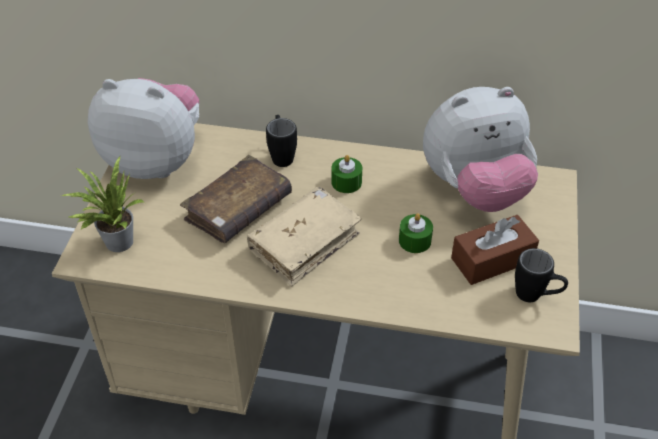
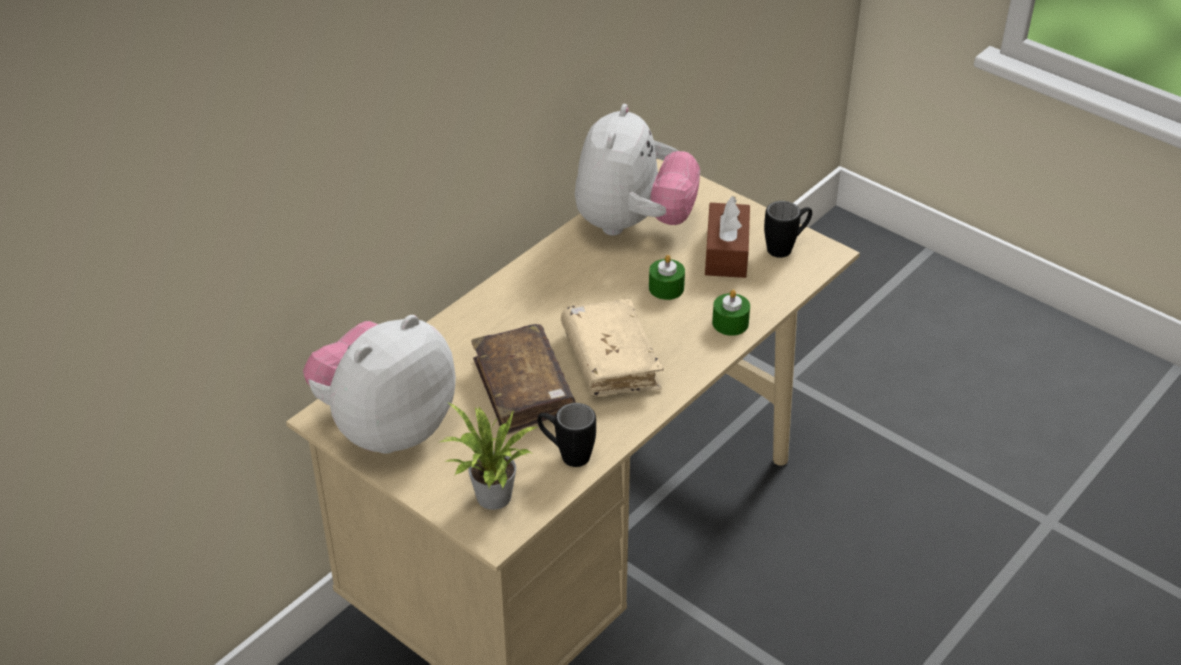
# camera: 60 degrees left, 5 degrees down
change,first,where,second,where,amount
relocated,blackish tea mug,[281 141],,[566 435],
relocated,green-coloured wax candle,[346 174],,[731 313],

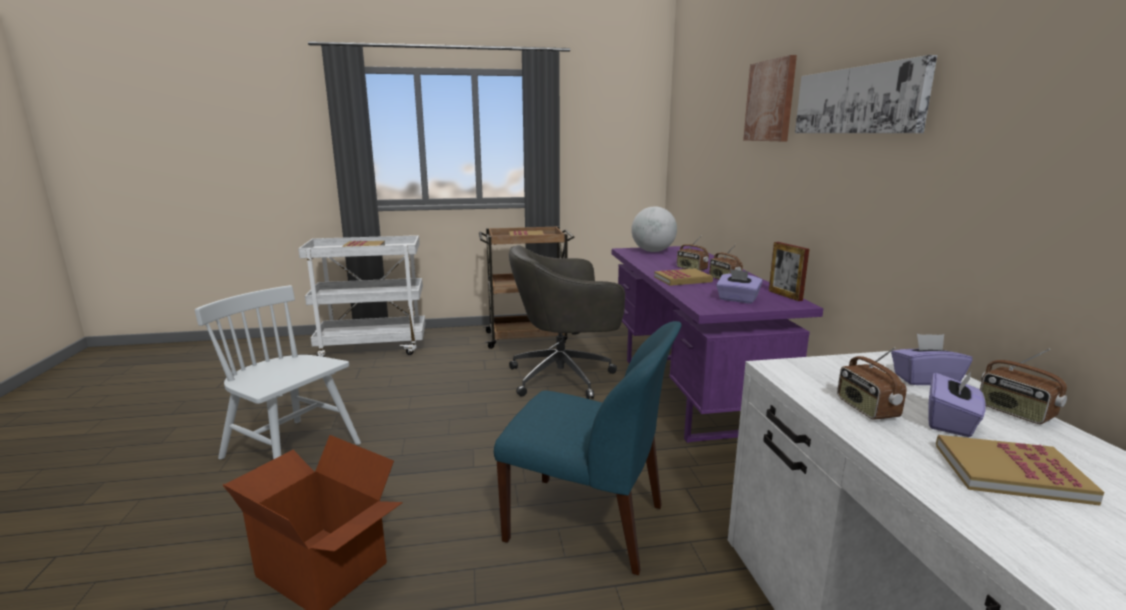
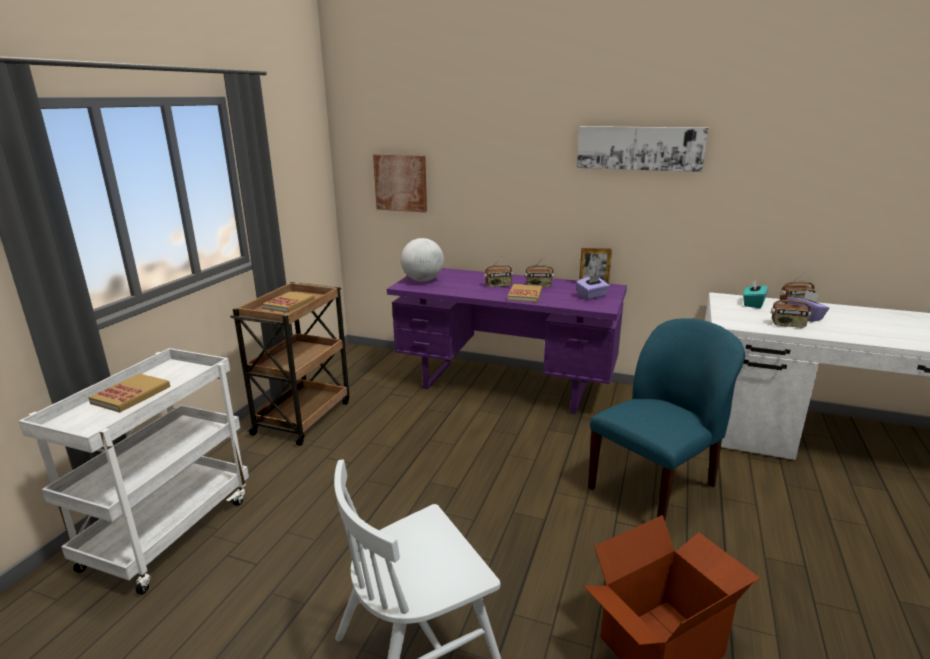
# camera: 60 degrees left, 5 degrees up
change,first,where,second,where,amount
missing,gray computer chair,[567 322],,,
missing,volume,[1020 470],,,
relocated,picture,[770 98],,[400 183],
colour,purplish tissue holder,[932 359],blue-green tissue holder,[755 293],

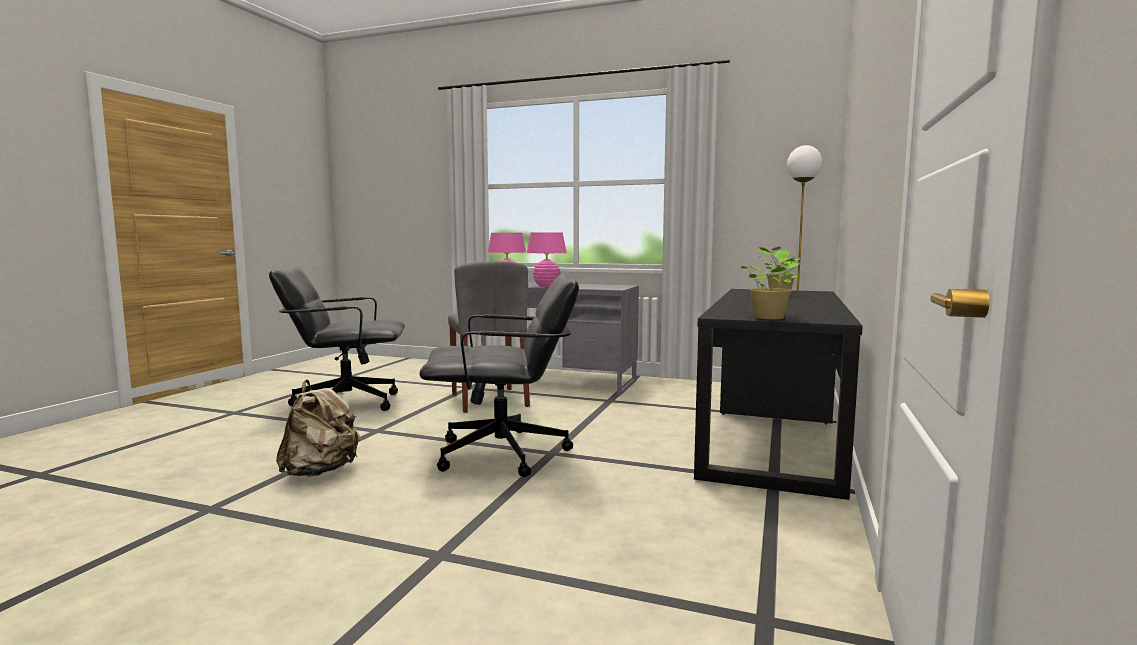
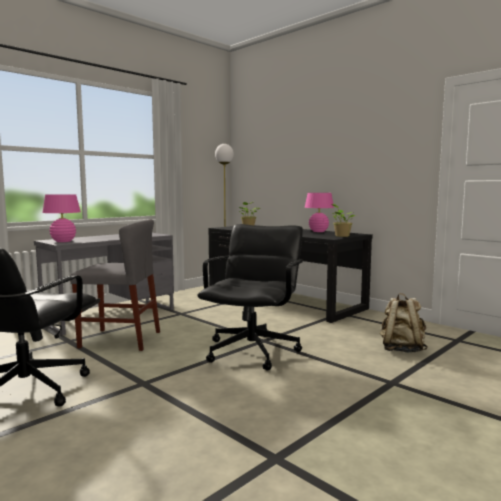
# camera: 65 degrees left, 0 degrees up
change,first,where,second,where,amount
relocated,beige backpack,[318 428],,[404 323],
relocated,pink lamp for a table,[547 259],,[319 212],

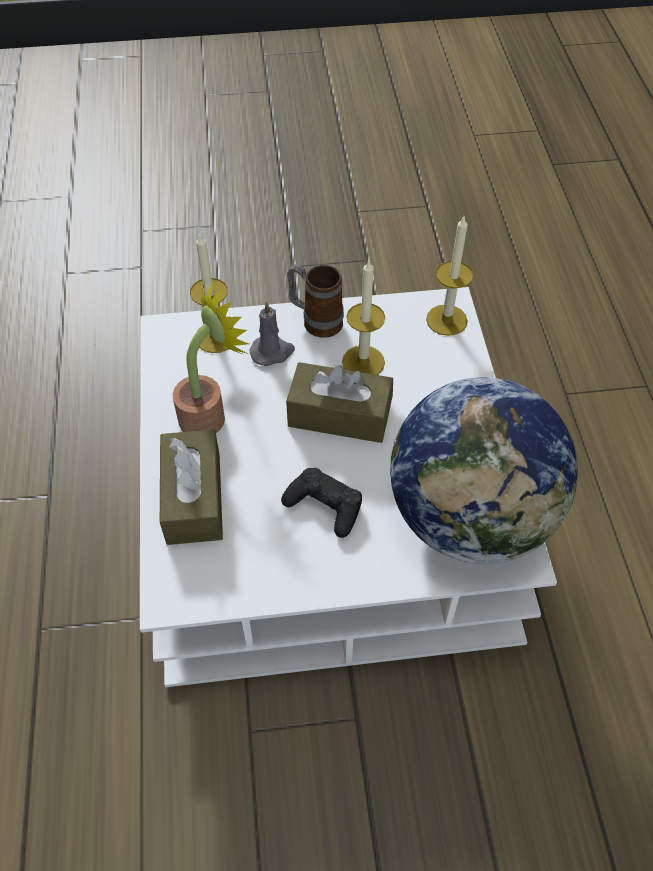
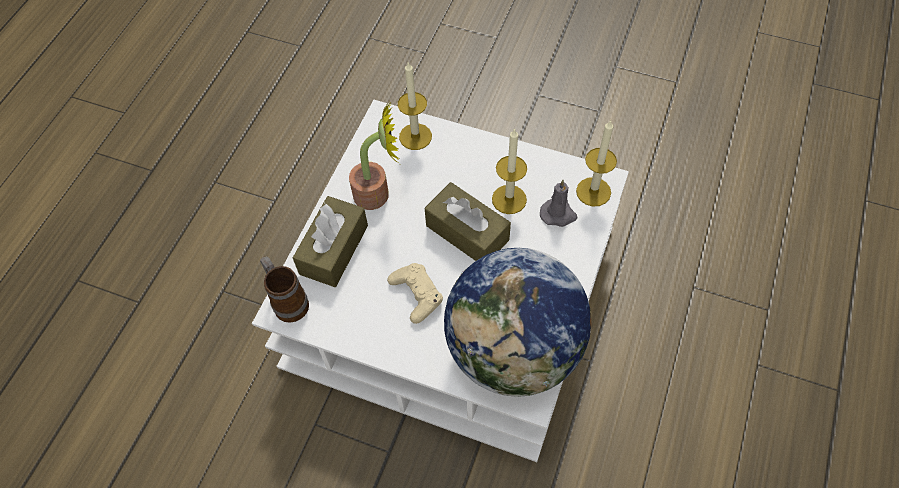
# camera: 30 degrees right, 5 degrees up
change,first,where,second,where,amount
relocated,gray wax candle,[272 333],,[559 203],
relocated,tea mug,[315 301],,[284 289],
colour,blackish gamepad,[321 503],beige gamepad,[415 293],

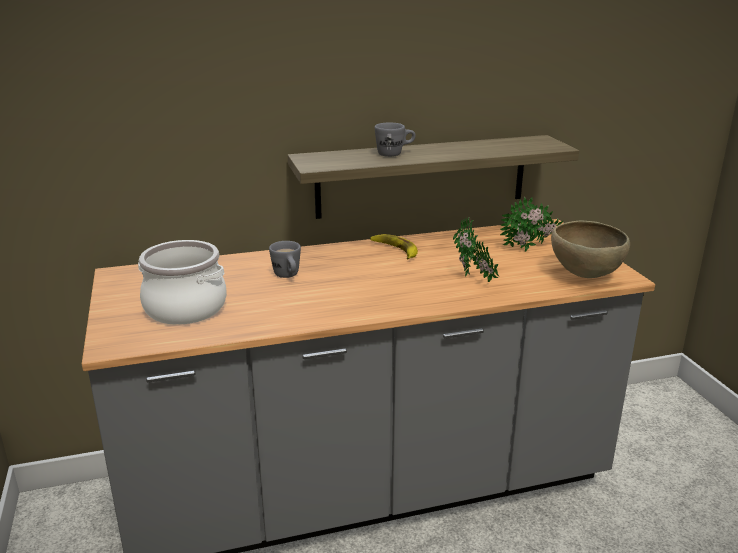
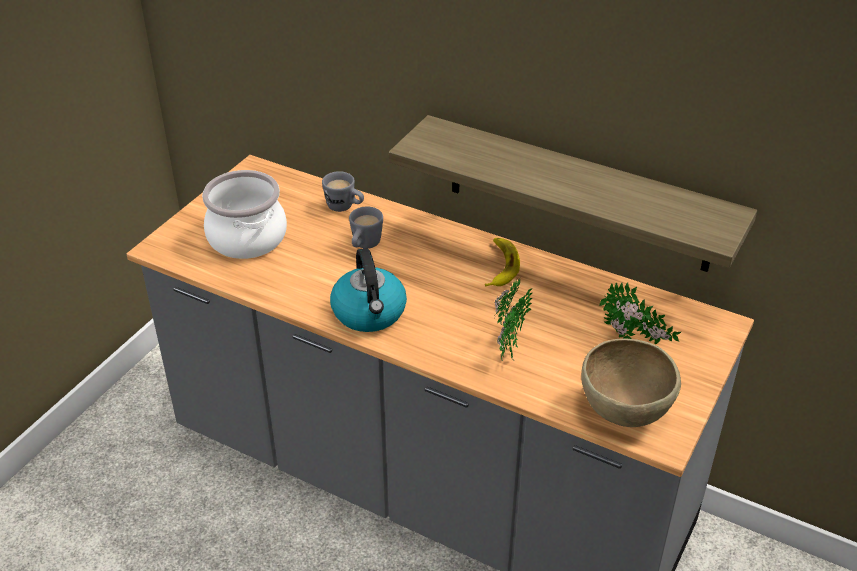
# camera: 45 degrees right, 15 degrees up
change,first,where,second,where,amount
appeared,,,tea kettle,[368 290],
relocated,gray tea mug,[395 140],,[343 191],

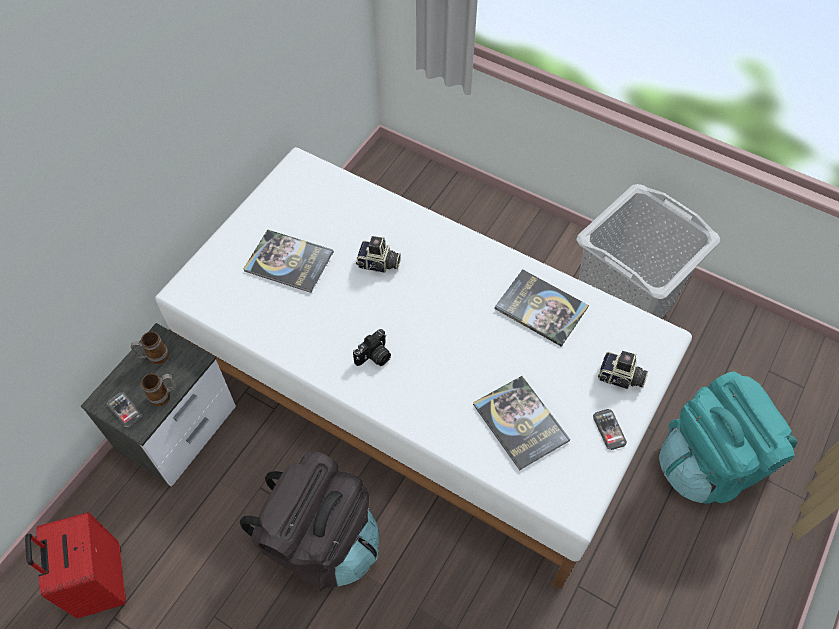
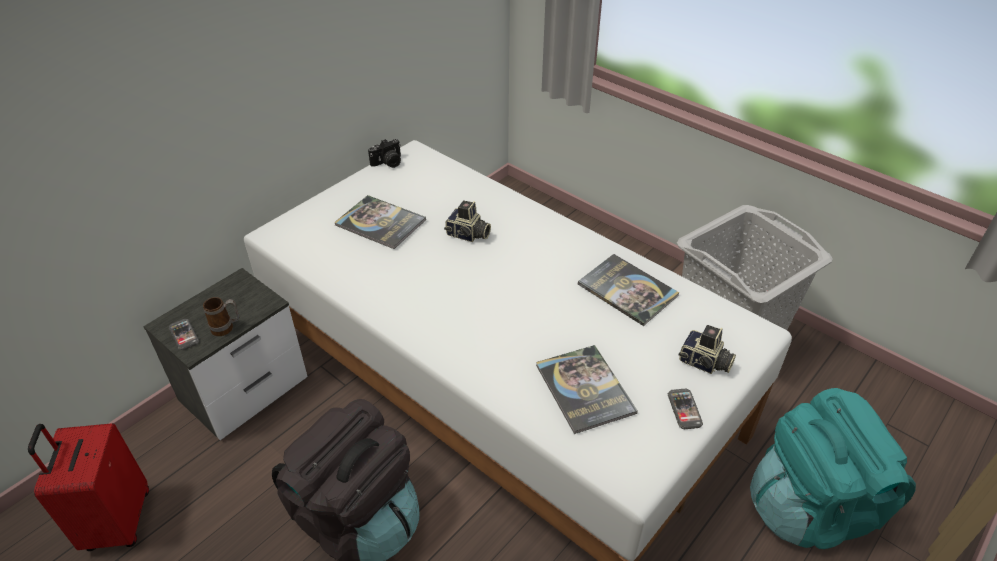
# camera: 10 degrees right, 15 degrees down
change,first,where,second,where,amount
missing,tea mug,[150 348],,,
relocated,still camera,[372 347],,[384 153],

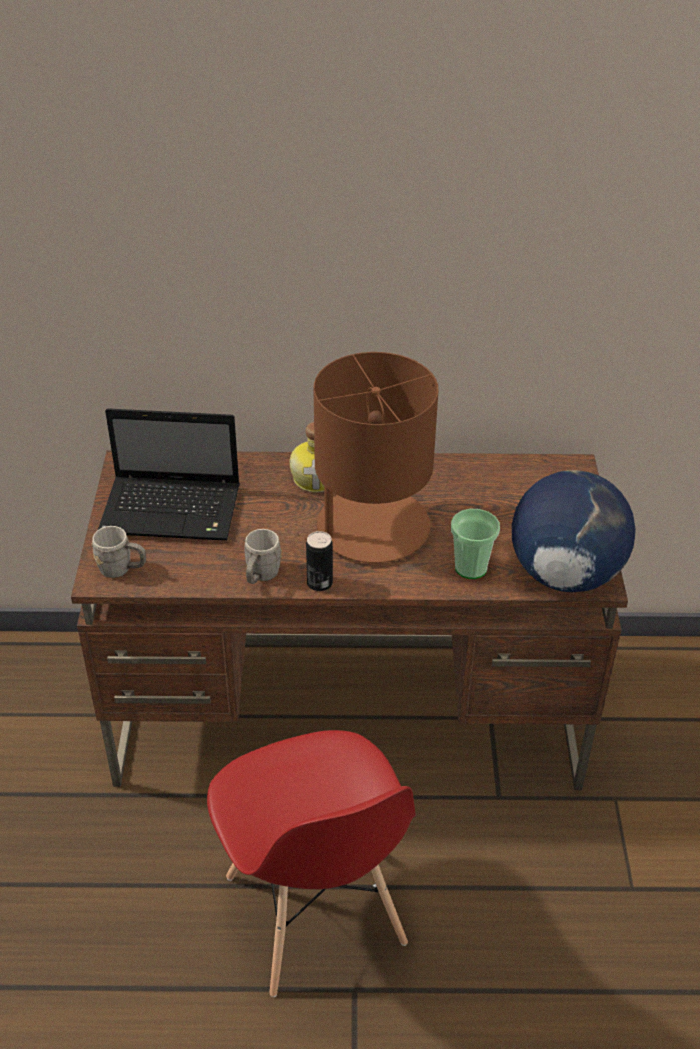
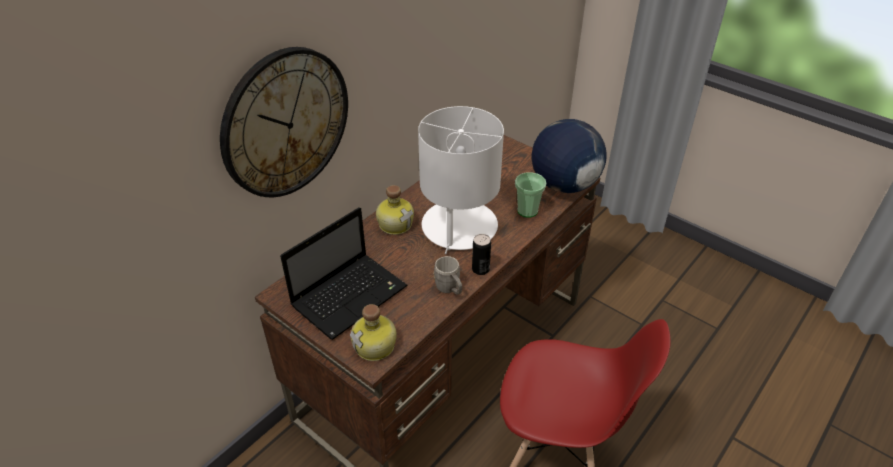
# camera: 50 degrees left, 0 degrees up
change,first,where,second,where,amount
appeared,,,hanging clock,[284 122],
exchanged,gray tea mug,[119 552],drink bottle,[373 332],
colour,brown-coloured lamp for a table,[371 457],white lamp for a table,[461 180],

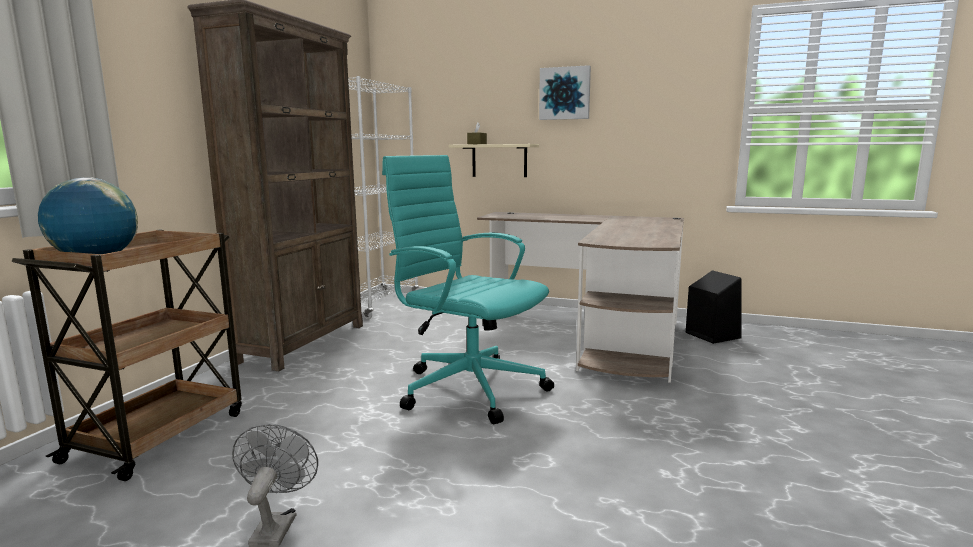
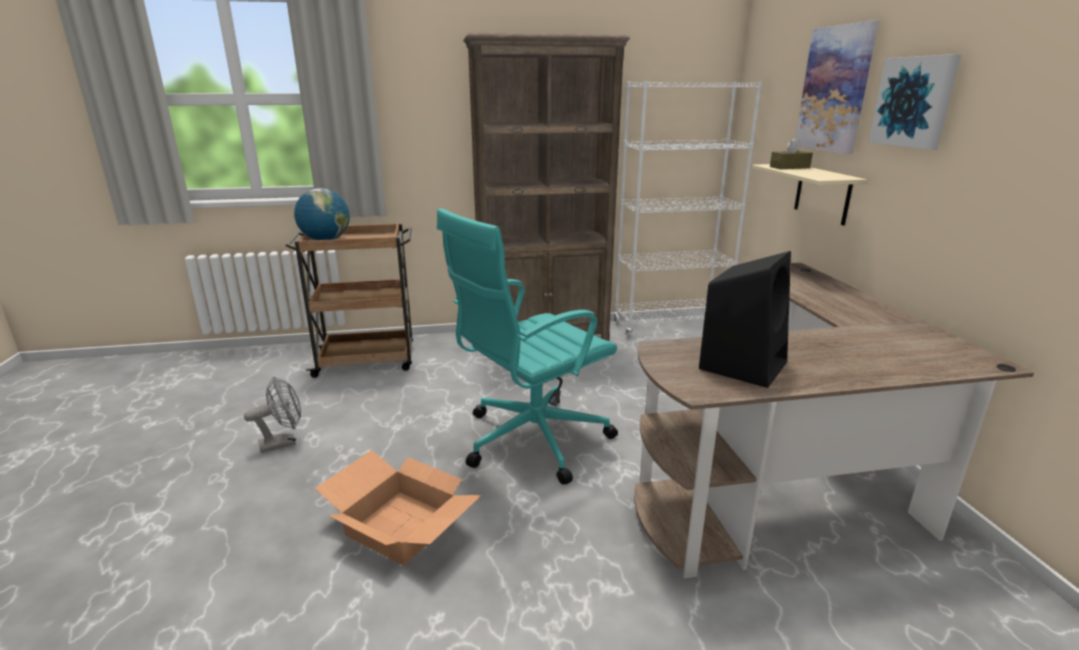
# camera: 60 degrees right, 10 degrees up
change,first,where,second,where,amount
appeared,,,cardboard box,[398 508],
appeared,,,picture,[837 87],
relocated,blackish speaker,[714 307],,[745 319],
spun,blue-green computer chair,[468 289],,[527 346],135 degrees counterclockwise

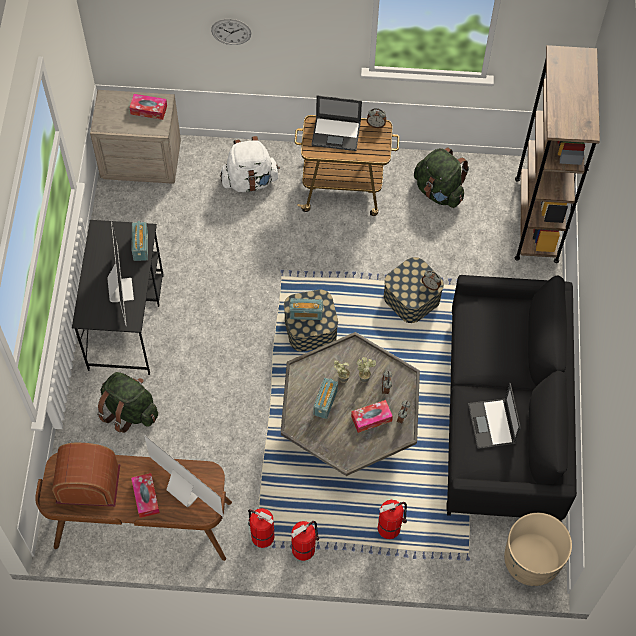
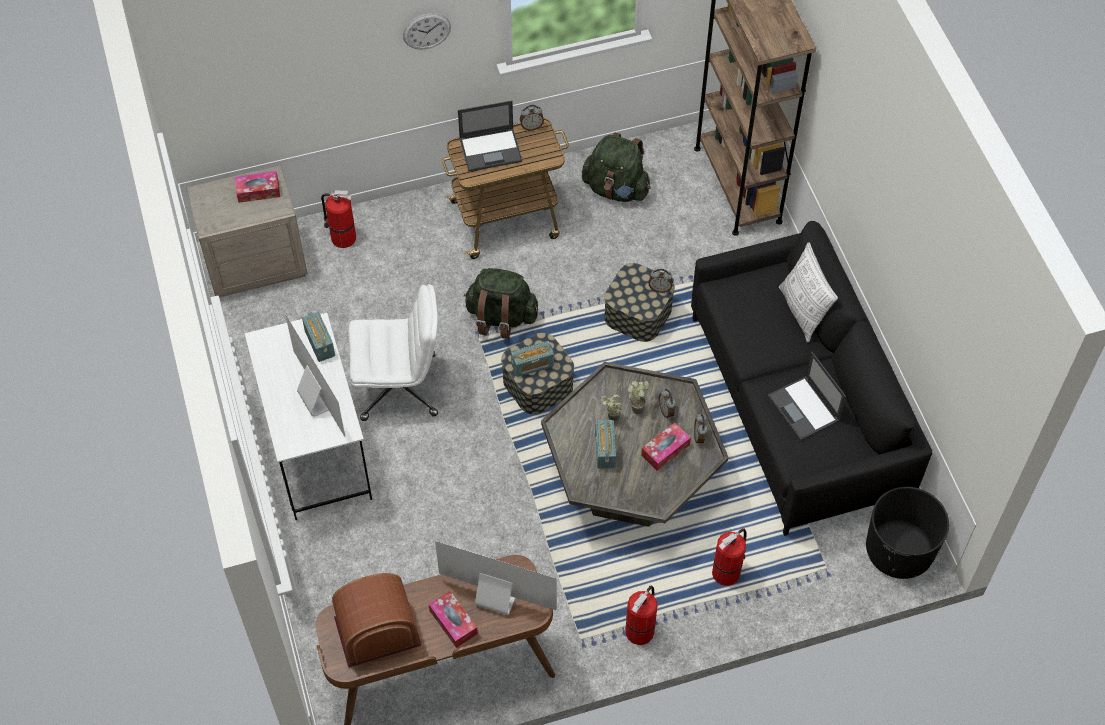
# camera: 20 degrees left, 5 degrees down
change,first,where,second,where,amount
missing,white backpack,[250 164],,,
appeared,,,white computer chair,[393 352],
appeared,,,cushion,[808 292],
relocated,green-coloured backpack,[127 402],,[501 303],
relocated,hanging clock,[231 32],,[427 31],
relocated,fire-fighting cylinder,[261 528],,[338 219],
colour,blackish desk,[118 297],white desk,[308 416],
colour,beige plant pot,[538 549],blackish plant pot,[907 533],

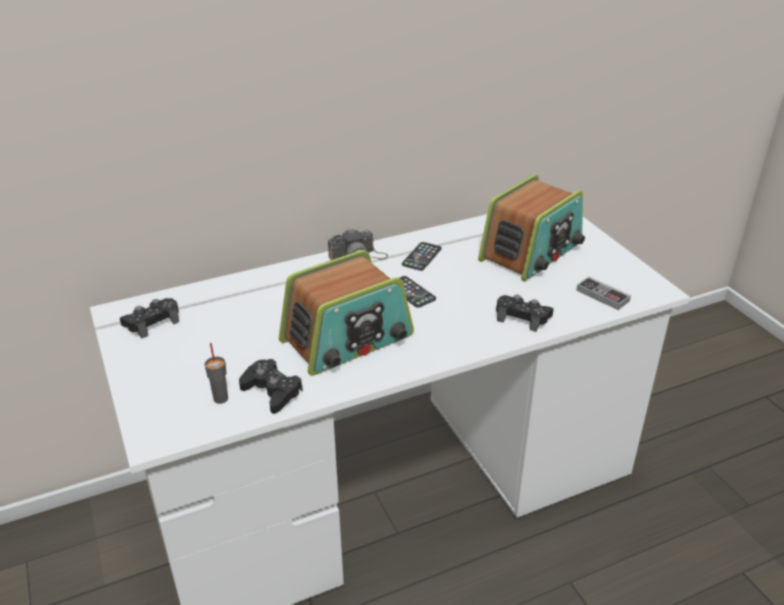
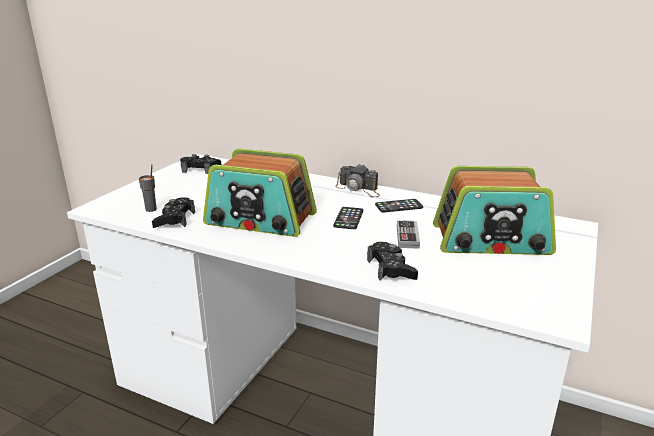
# camera: 50 degrees right, 10 degrees down
change,first,where,second,where,amount
relocated,gamepad,[603 293],,[408 234],

